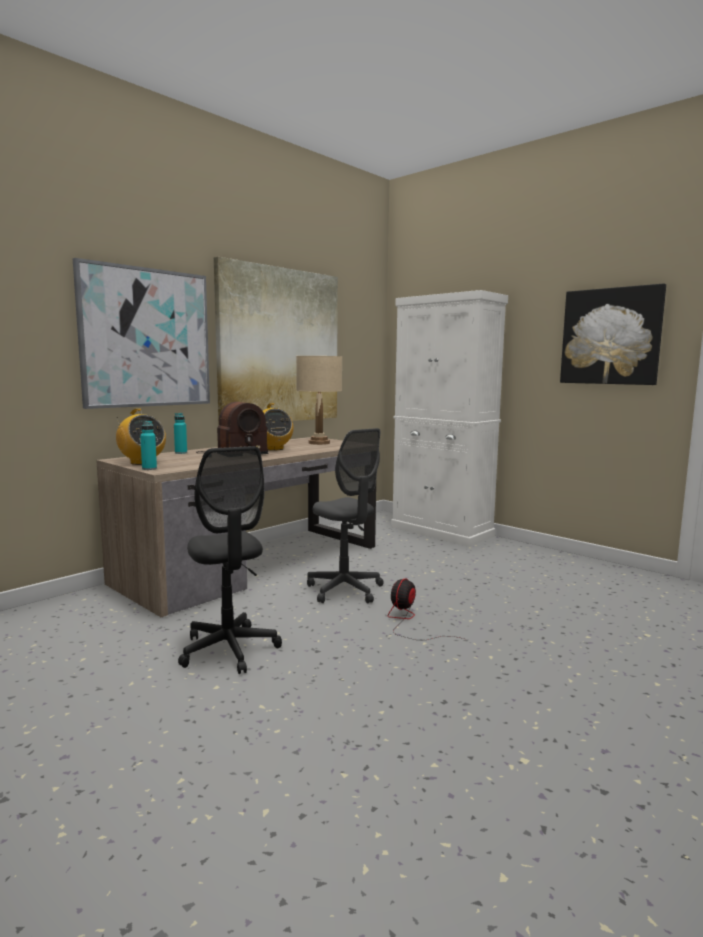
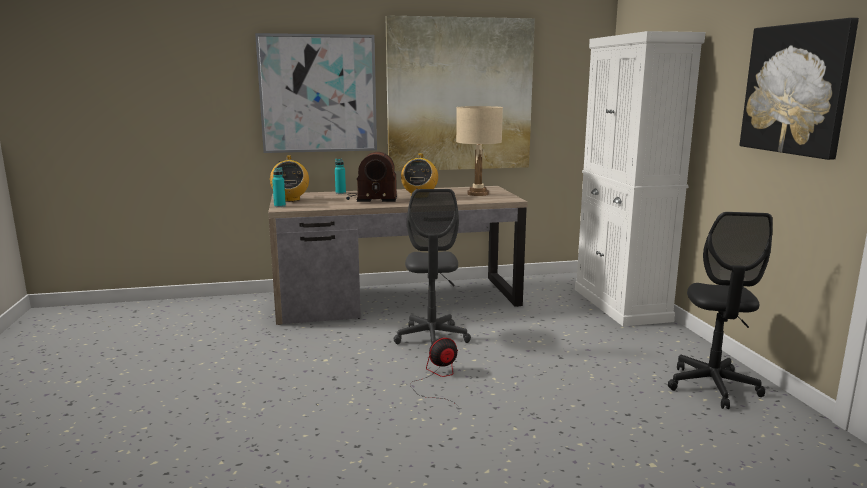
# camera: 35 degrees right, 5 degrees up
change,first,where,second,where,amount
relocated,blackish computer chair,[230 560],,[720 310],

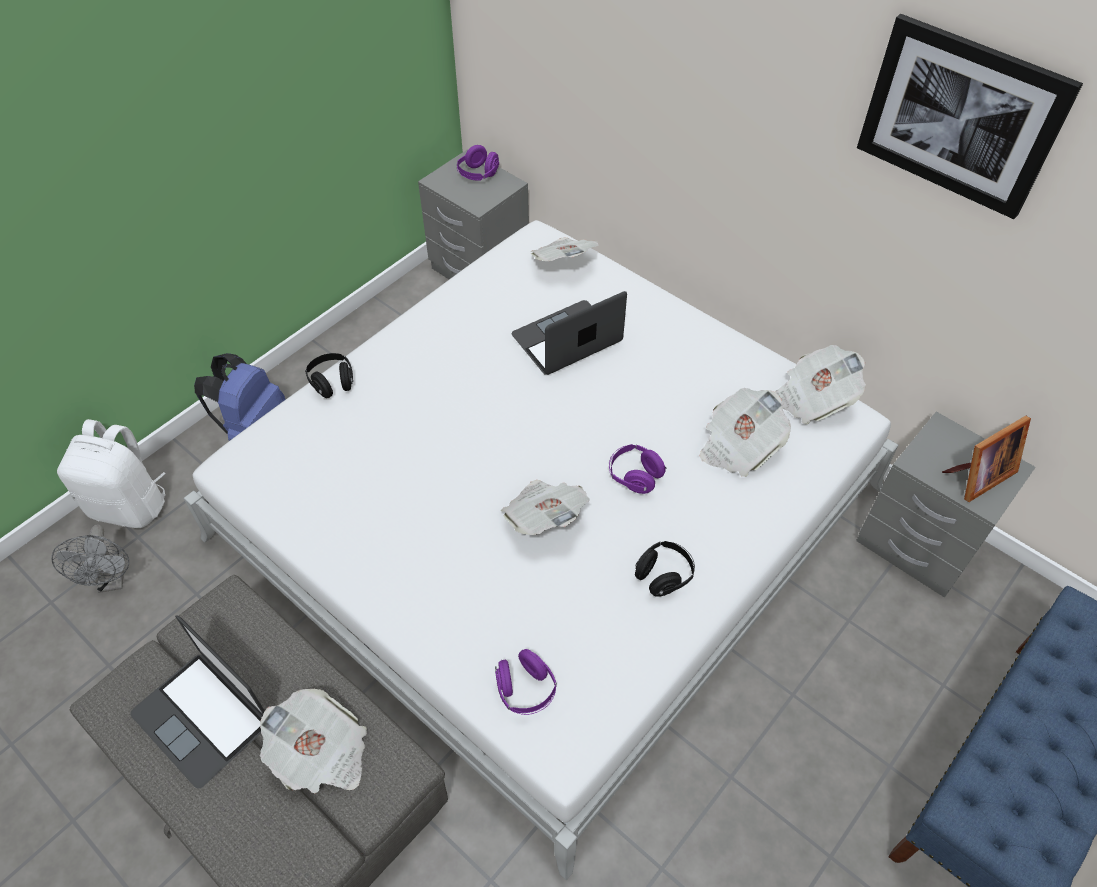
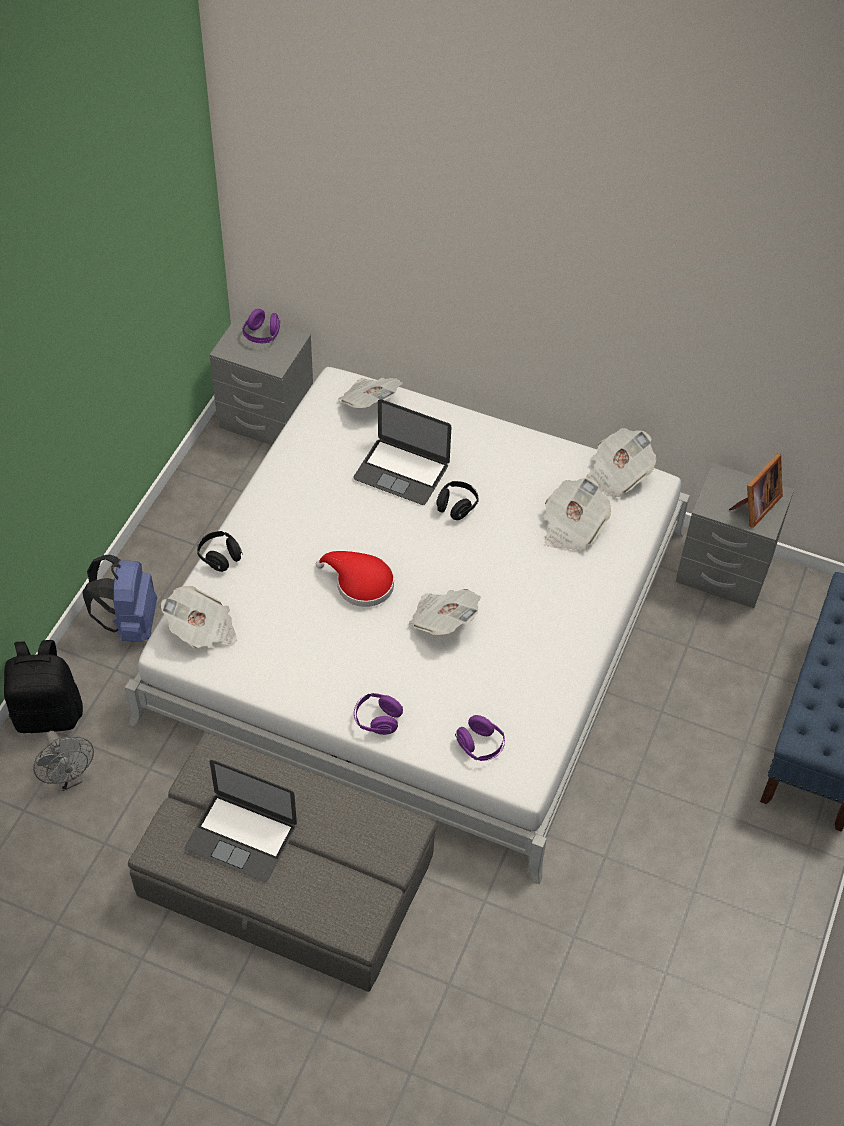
# camera: 20 degrees left, 0 degrees up
change,first,where,second,where,amount
missing,picture,[970 116],,,
appeared,,,red hat,[355 579],
relocated,daily paper,[313 741],,[199 617],
relocated,purplish headphones,[637 469],,[378 714],
relocated,blackish headphones,[665 569],,[457 500],
colour,white backpack,[111 473],blackish backpack,[43 686],
spun,portable computer,[569 333],,[402 452],105 degrees counterclockwise

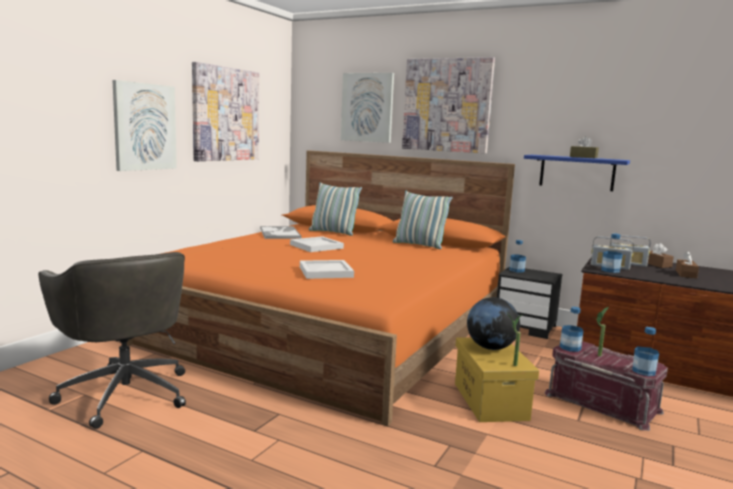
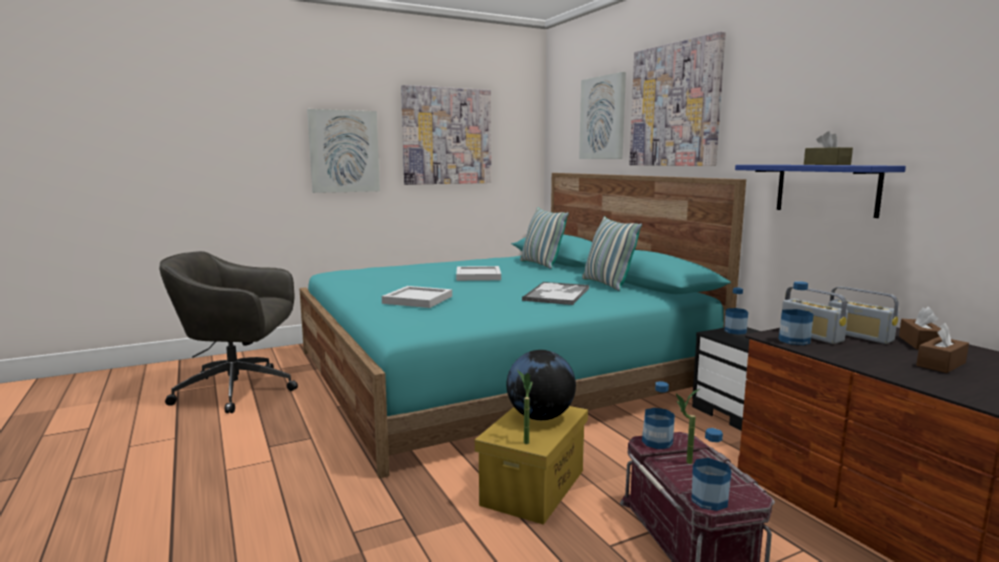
# camera: 35 degrees right, 0 degrees up
change,first,where,second,where,amount
relocated,carrying tray,[280 232],,[555 293],
colour,orange bedroom bed,[321 288],blue-green bedroom bed,[522 325],
spun,gray computer chair,[112 340],,[228 332],90 degrees clockwise

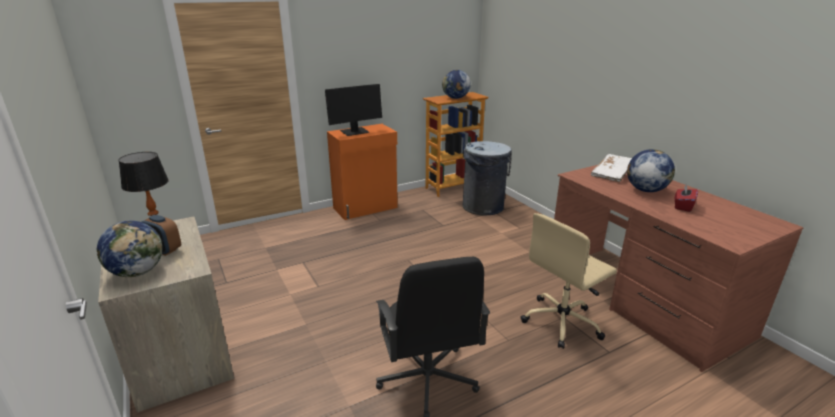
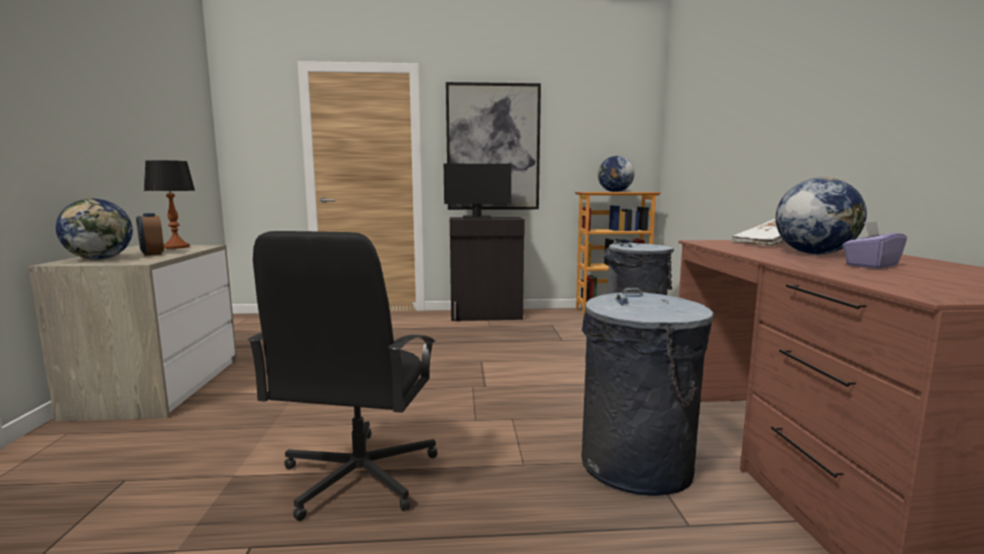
# camera: 25 degrees right, 15 degrees down
change,first,where,second,where,amount
appeared,,,picture,[493 146],
exchanged,beige computer chair,[568 281],gray rubbish bin,[647 392],
colour,orange cupboard,[362 172],blackish cupboard,[487 269],
colour,red tissue holder,[686 197],purplish tissue holder,[875 245],

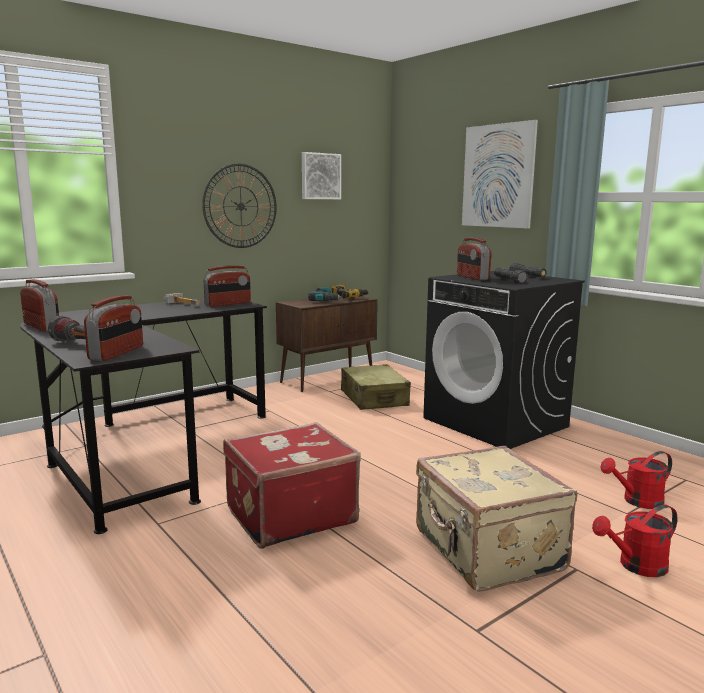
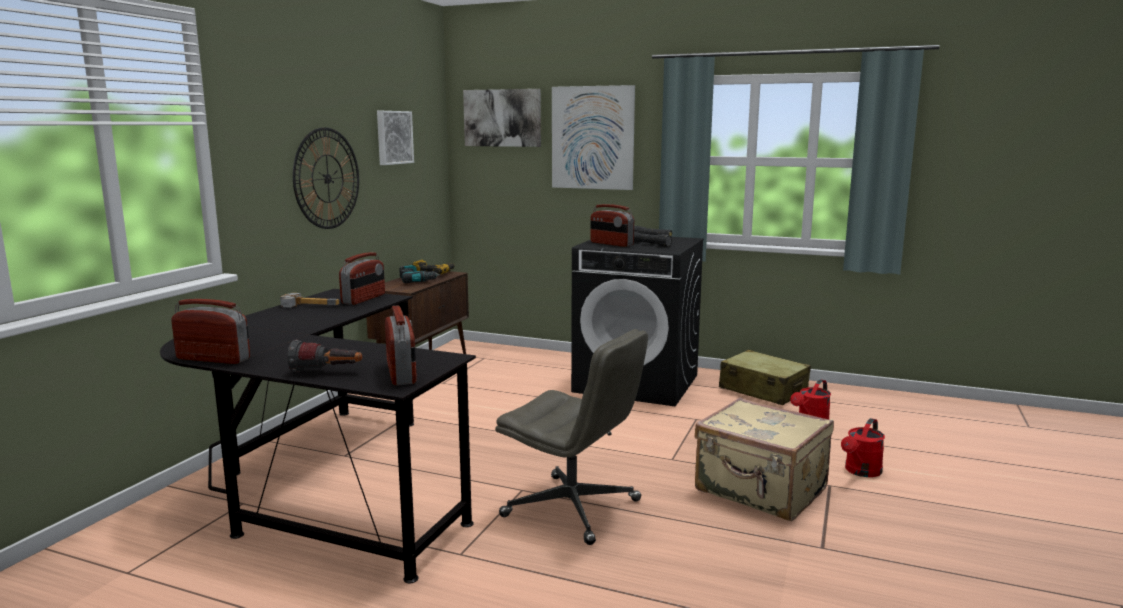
# camera: 30 degrees left, 0 degrees up
change,first,where,second,where,amount
appeared,,,picture,[502 118],
relocated,beige piece of luggage,[376 387],,[765 377],
exchanged,red piece of luggage,[292 485],gray computer chair,[571 437],

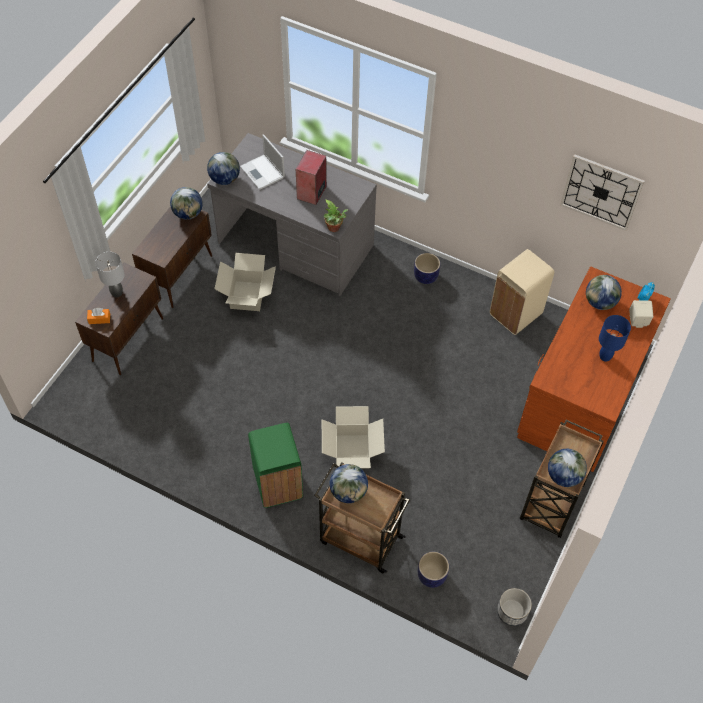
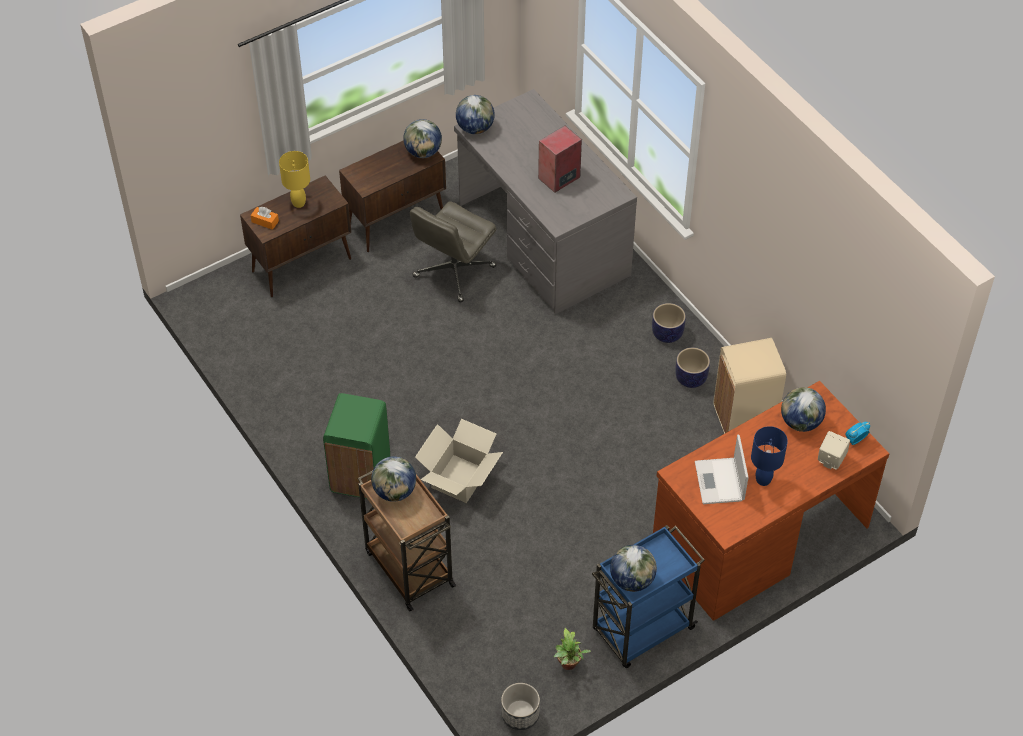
# camera: 30 degrees right, 5 degrees down
change,first,where,second,where,amount
missing,hanging clock,[602 192],,,
relocated,portable computer,[262 162],,[722 469],
relocated,plant in a pot,[336 216],,[572 649],
relocated,plant pot,[433 570],,[692 368],
exchanged,cardboard box,[245 282],gray computer chair,[453 252],
colour,gray lamp for a table,[110 274],yellow-coloured lamp for a table,[294 179],
colour,brown-coloured cart,[562 479],blue cart,[648 596],

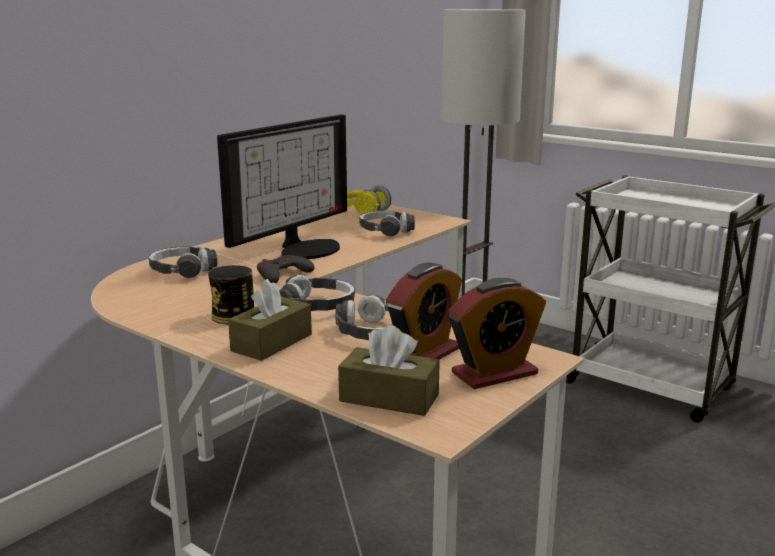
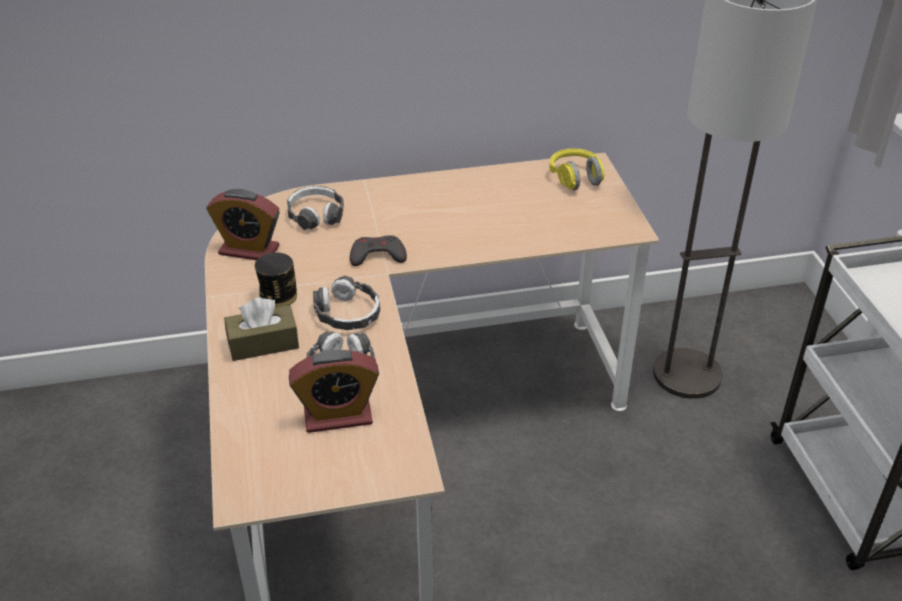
# camera: 40 degrees right, 20 degrees up
change,first,where,second,where,amount
missing,computer display,[282 186],,,
missing,brown-coloured tissue holder,[389 370],,,
missing,headphones,[387 223],,,
relocated,alarm clock,[497 333],,[243 224],

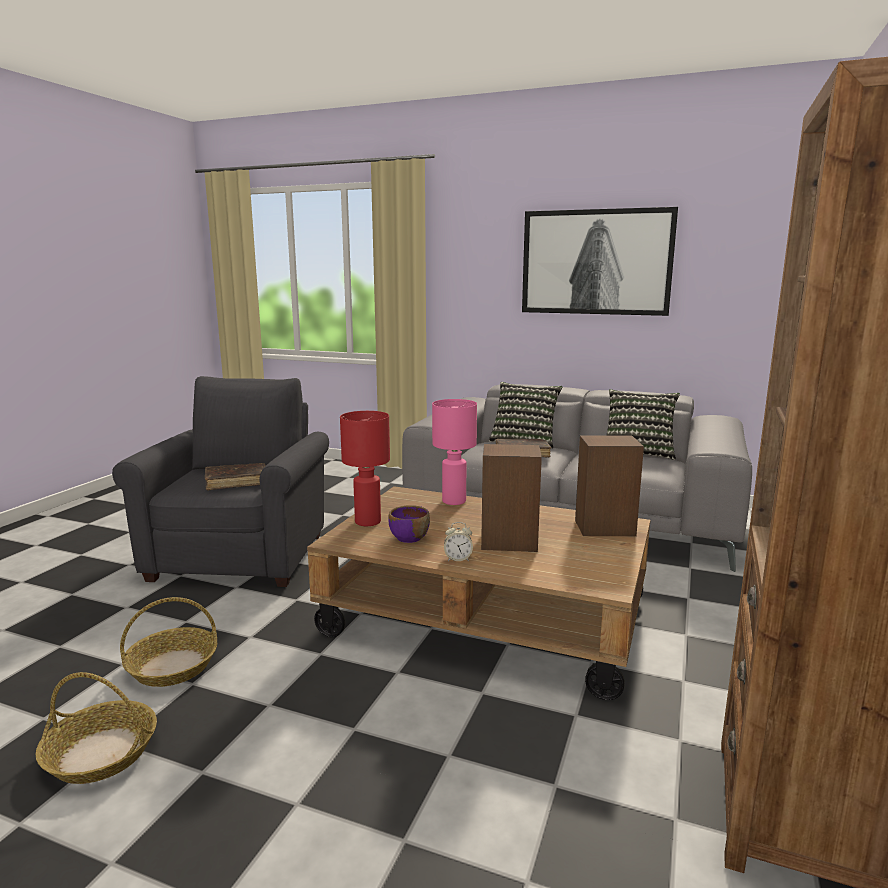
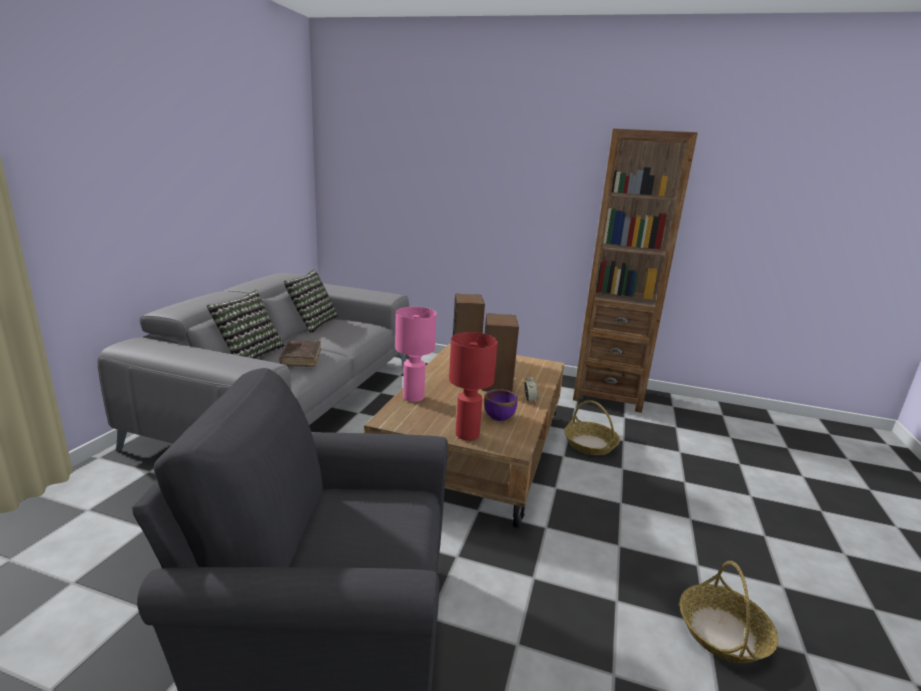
# camera: 95 degrees left, 5 degrees up
change,first,where,second,where,amount
missing,brown-coloured volume,[235 476],,,
missing,picture,[600 261],,,
relocated,storage basket,[168 642],,[592 427],

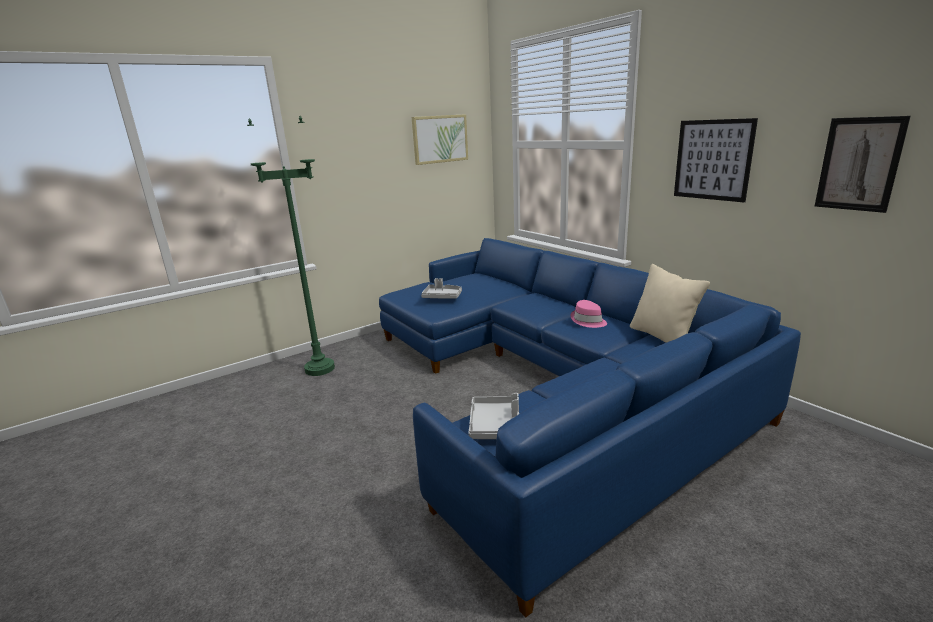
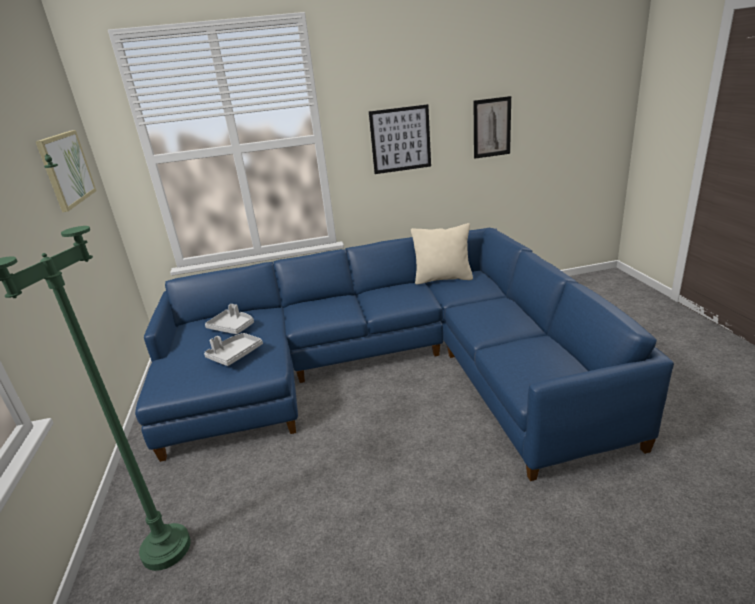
# camera: 65 degrees left, 5 degrees up
change,first,where,second,where,amount
missing,pink hat,[589 314],,,
relocated,gray carrying tray,[494 416],,[229 319],

